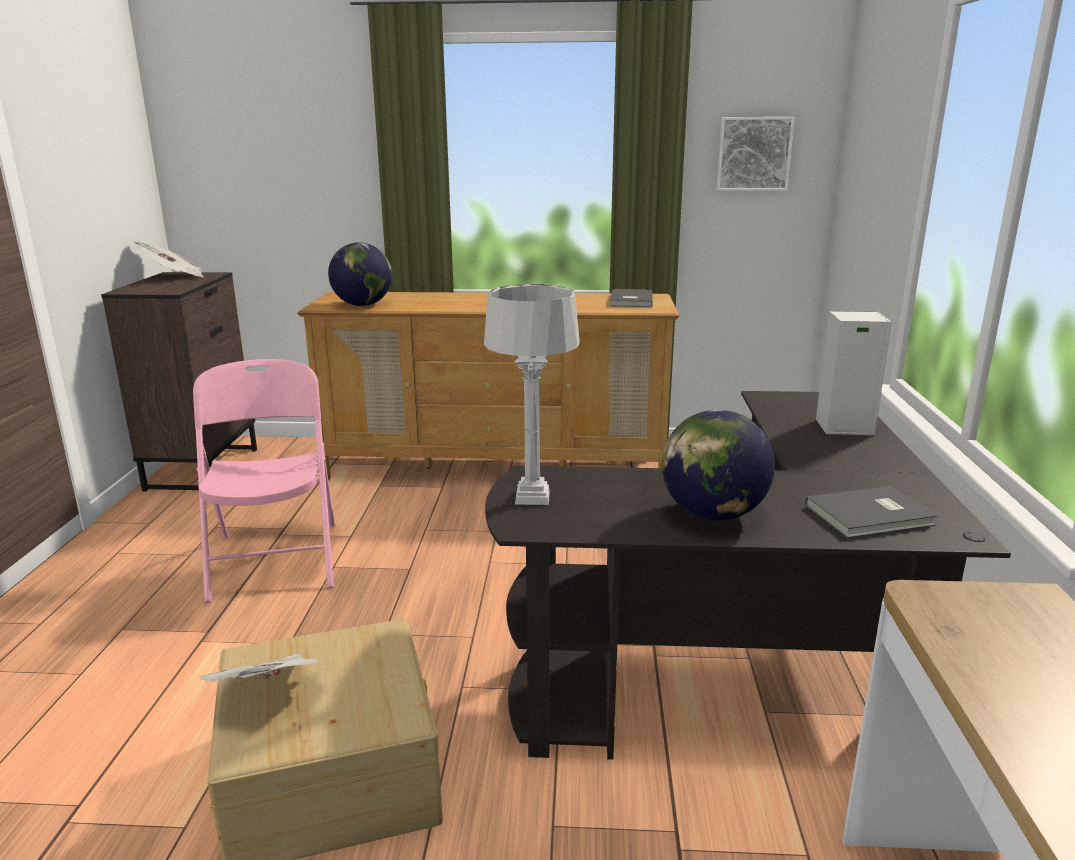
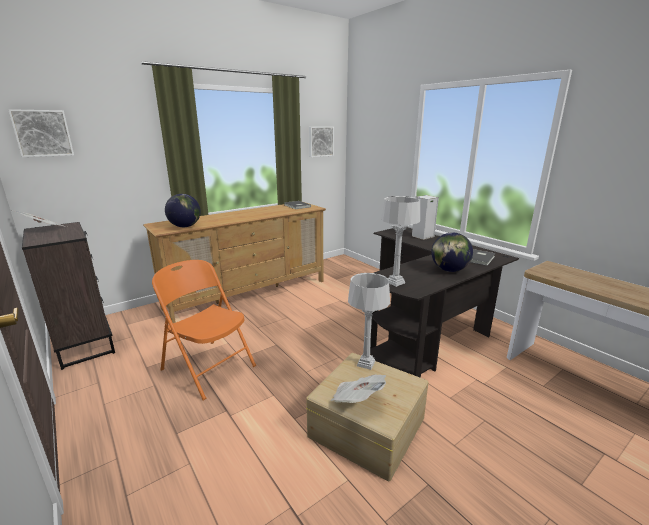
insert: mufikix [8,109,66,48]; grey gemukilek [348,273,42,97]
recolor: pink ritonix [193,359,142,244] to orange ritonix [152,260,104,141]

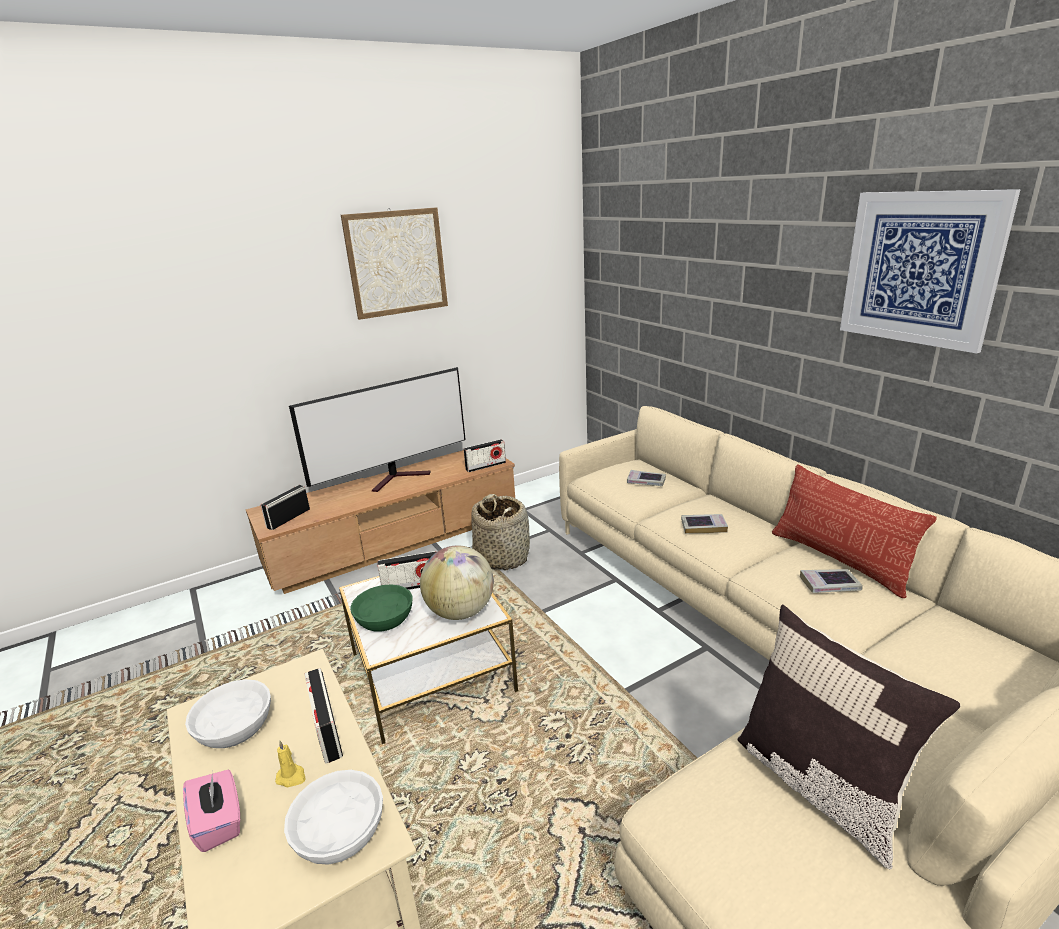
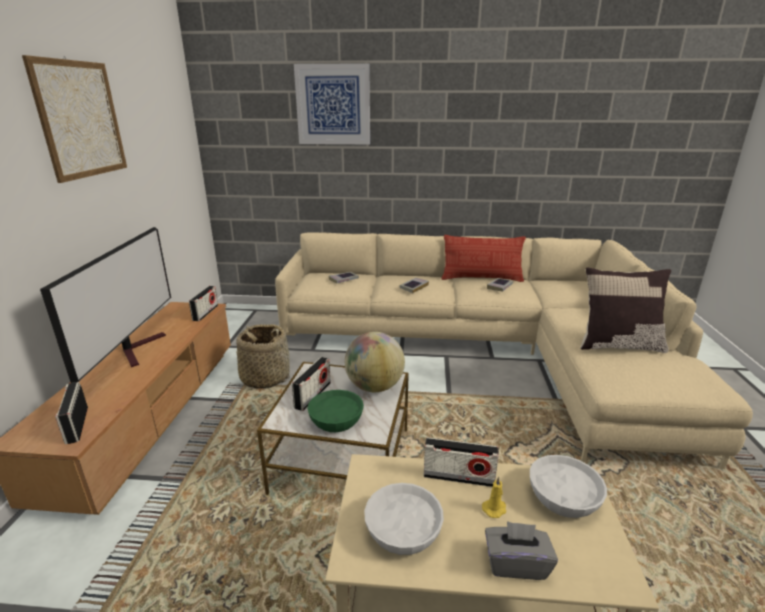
move: mufikix [840,189,181,164] to [294,63,76,81]
recolor: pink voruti [183,770,57,82] to grey voruti [485,521,73,59]

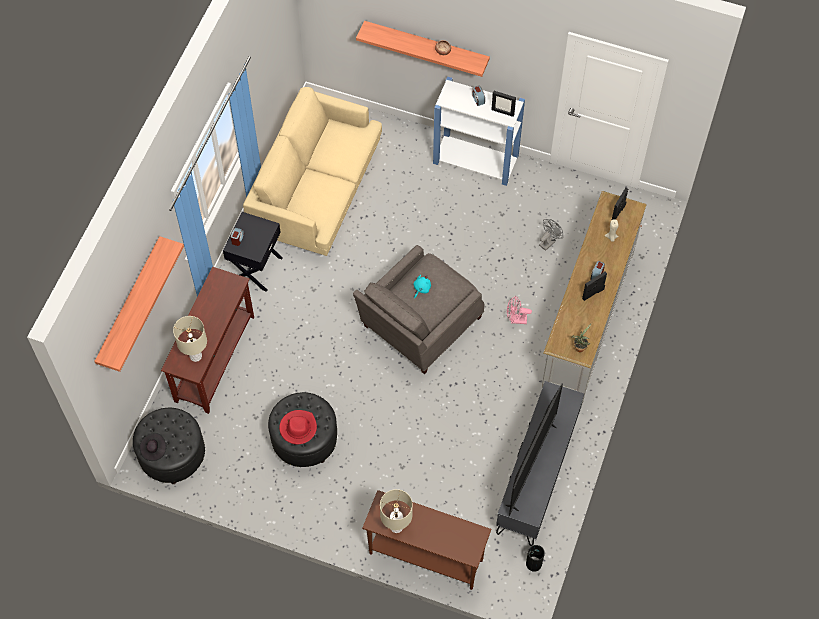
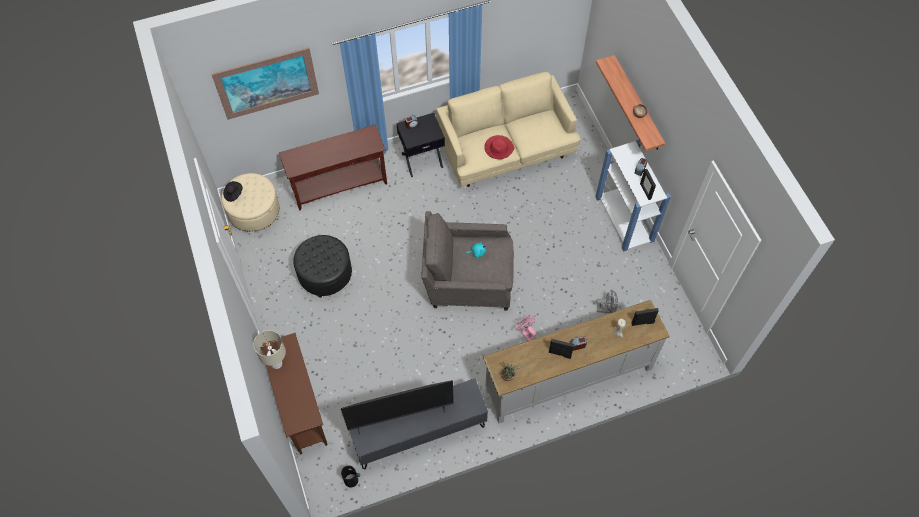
delete: beige gemukilek [173,316,34,46]
move: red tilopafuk [279,410,38,34] to [484,135,31,24]
replace: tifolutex [94,236,90,136] to mufikix [211,47,108,73]
recolor: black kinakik [133,408,72,76] to beige kinakik [221,173,58,59]

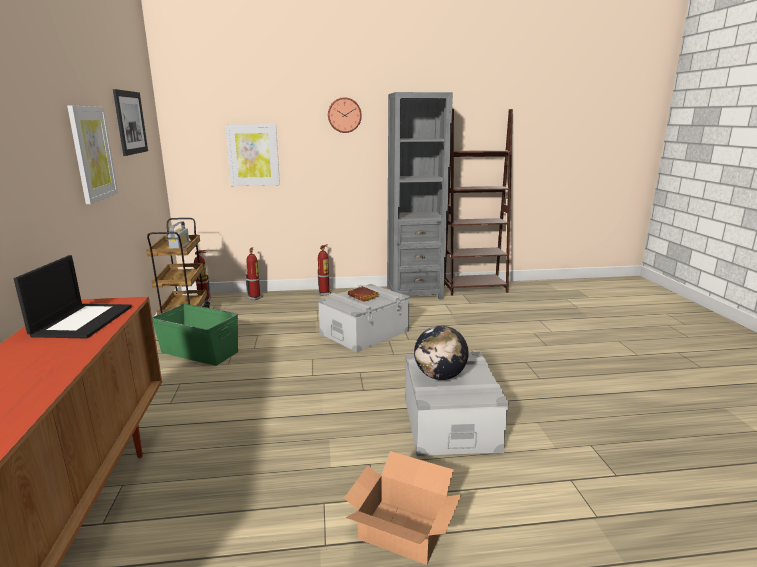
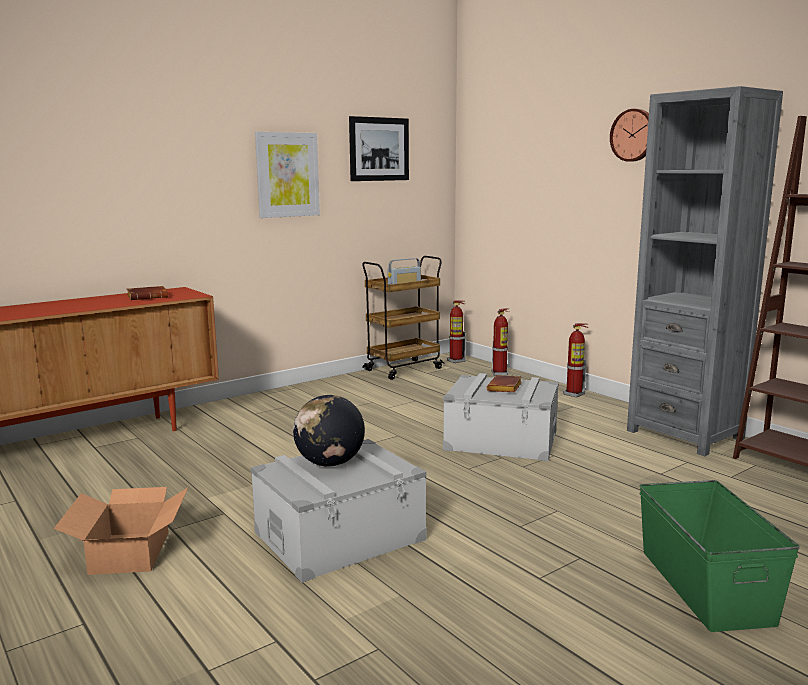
delete: mufikix [225,124,55,62]
move: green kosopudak [152,304,86,62] to [639,480,161,152]
replace: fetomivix [14,255,118,83] to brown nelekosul [127,286,41,14]

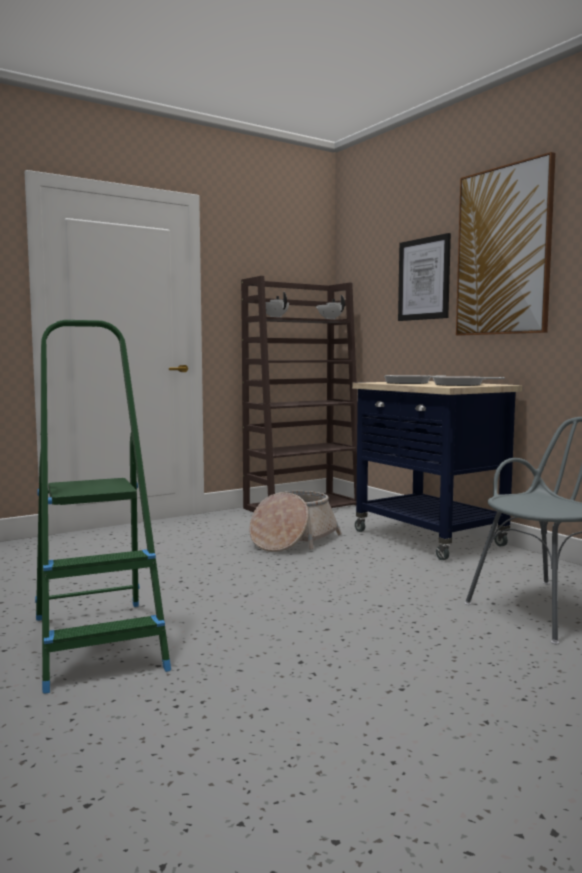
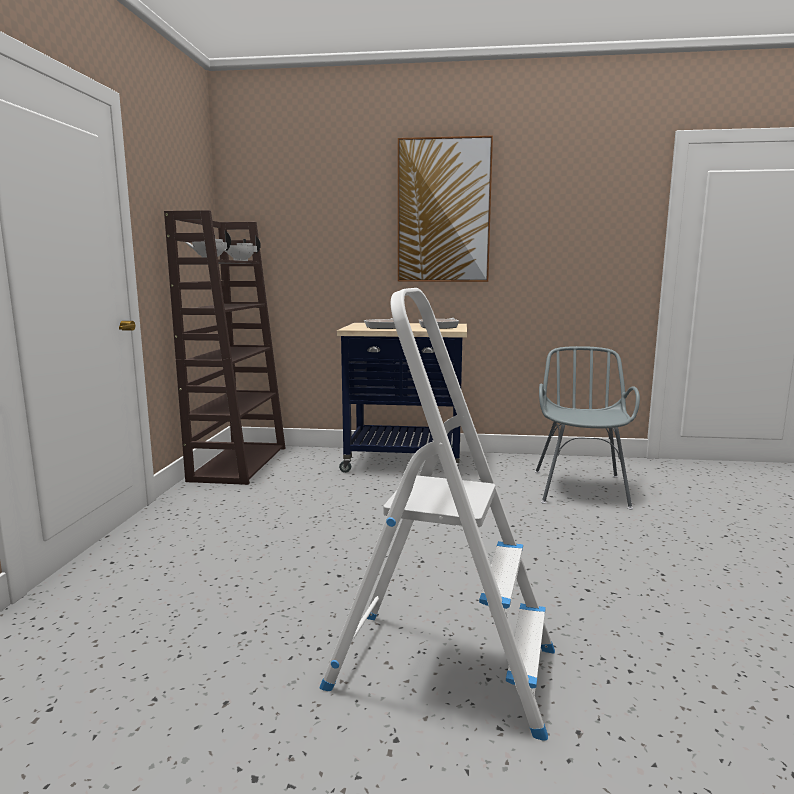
delete: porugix [249,491,93,61]; mufikix [398,233,53,88]
recolor: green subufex [35,320,136,374] to white subufex [320,288,235,453]

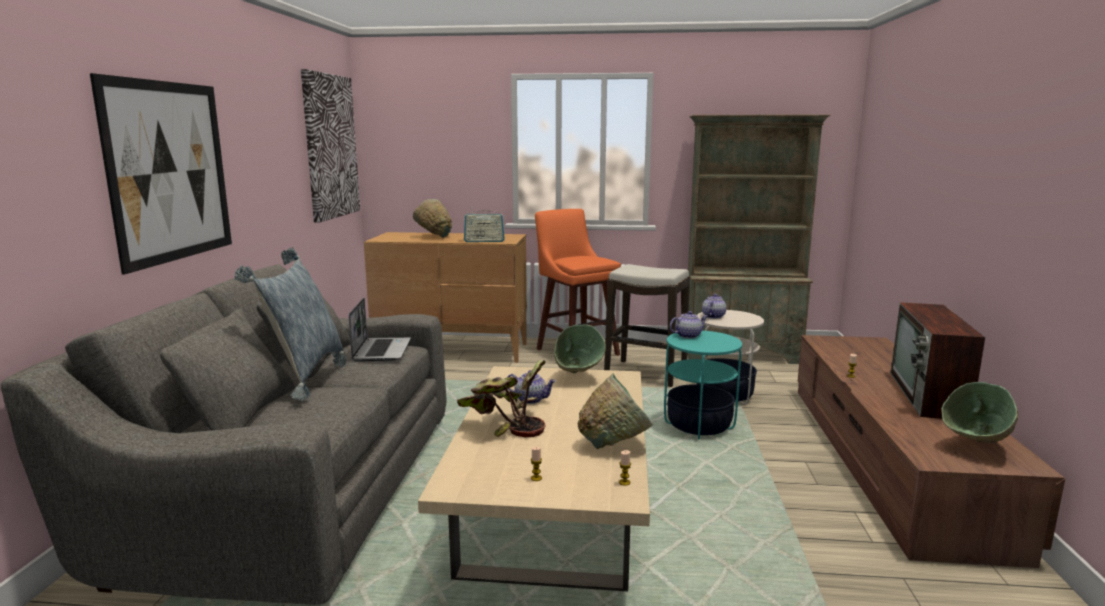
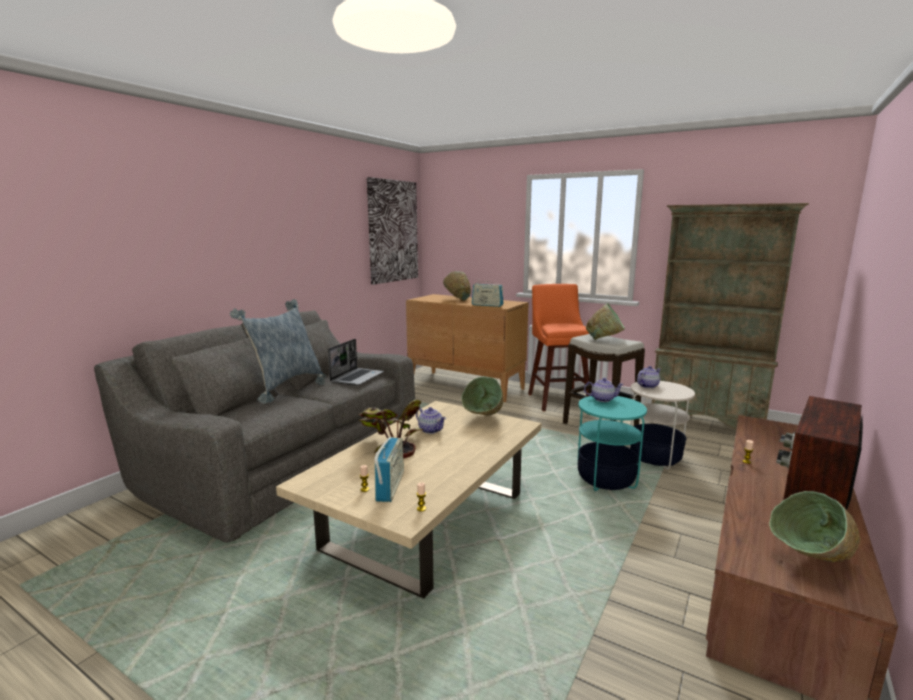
delete: mufikix [90,73,142,202]
insert: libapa [374,437,30,65]
move: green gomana [578,373,75,76] to [586,303,39,37]

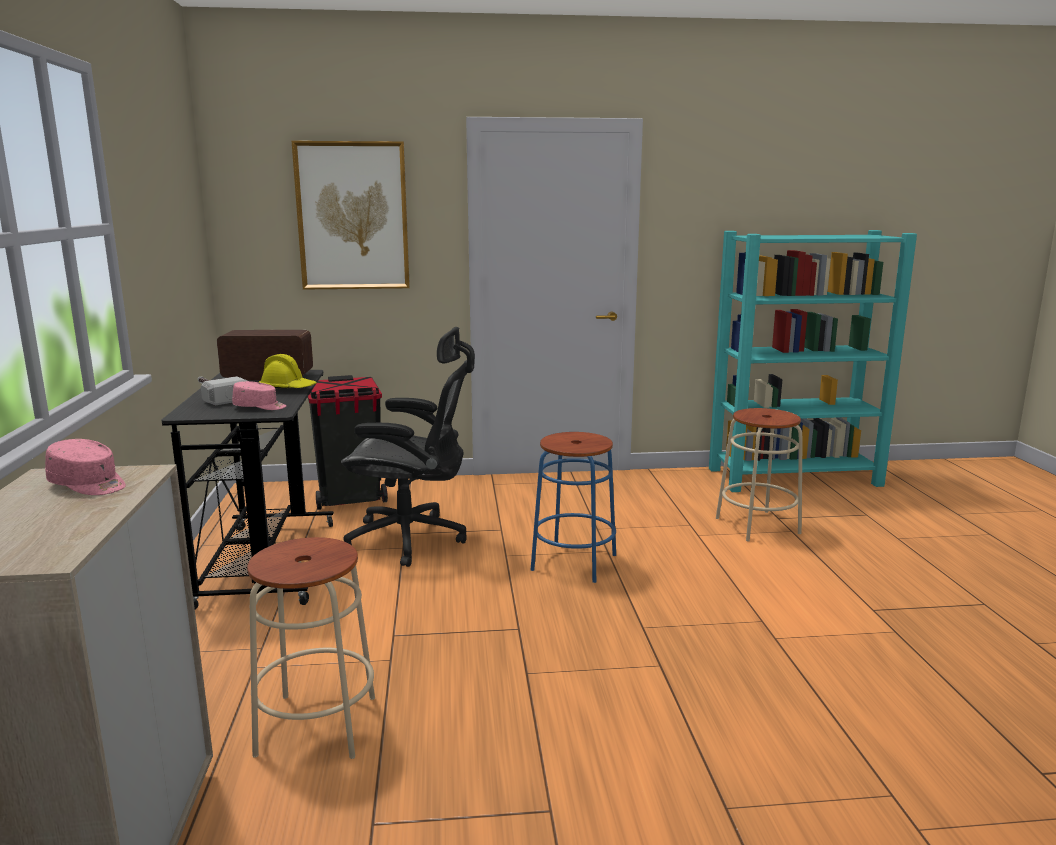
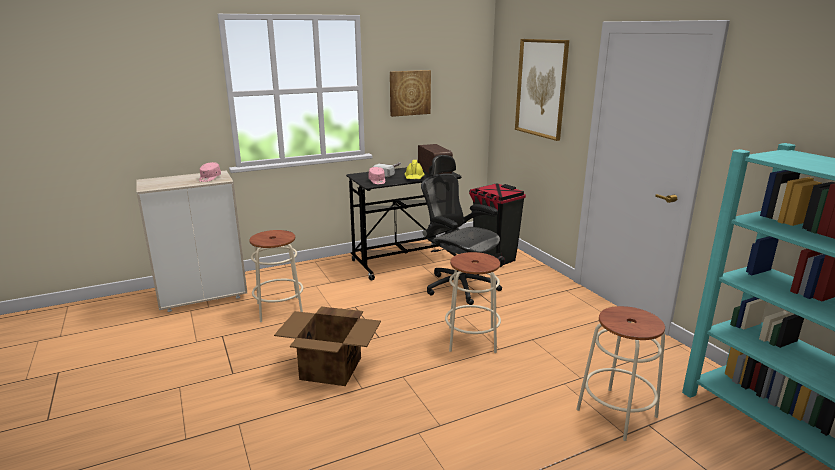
insert: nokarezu [274,307,107,79]; mufikix [390,70,41,47]
recolor: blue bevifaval [531,432,85,151] to beige bevifaval [445,252,56,101]
rotate: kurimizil [341,327,134,240] = [421,155,81,150] 150 degrees clockwise

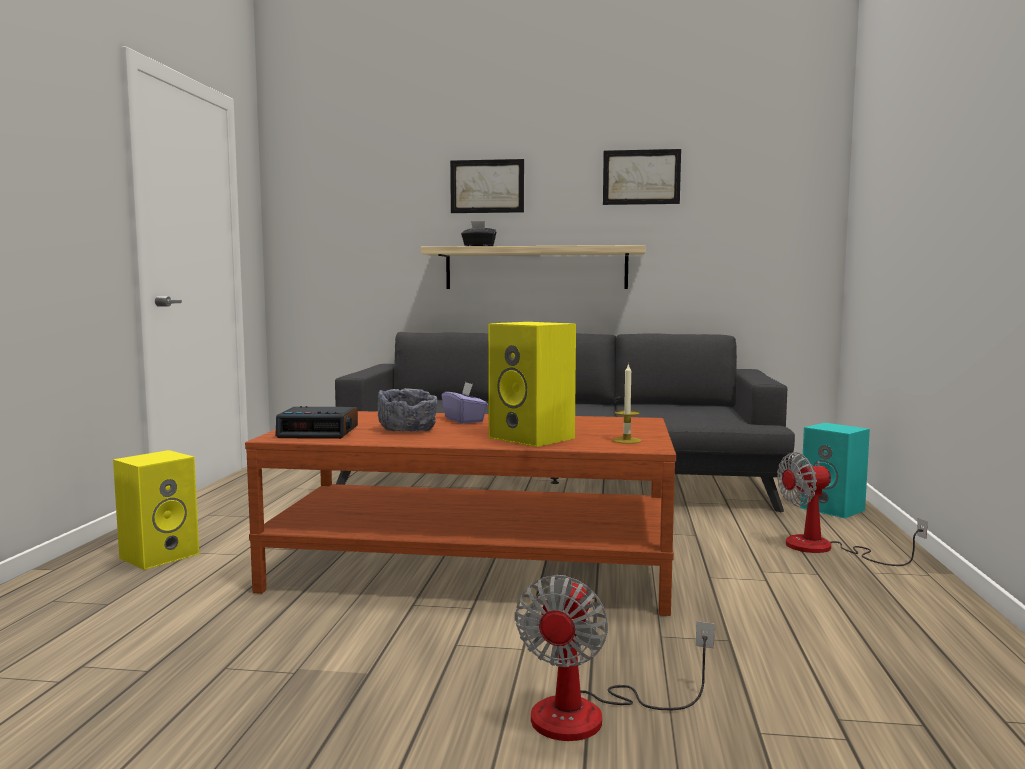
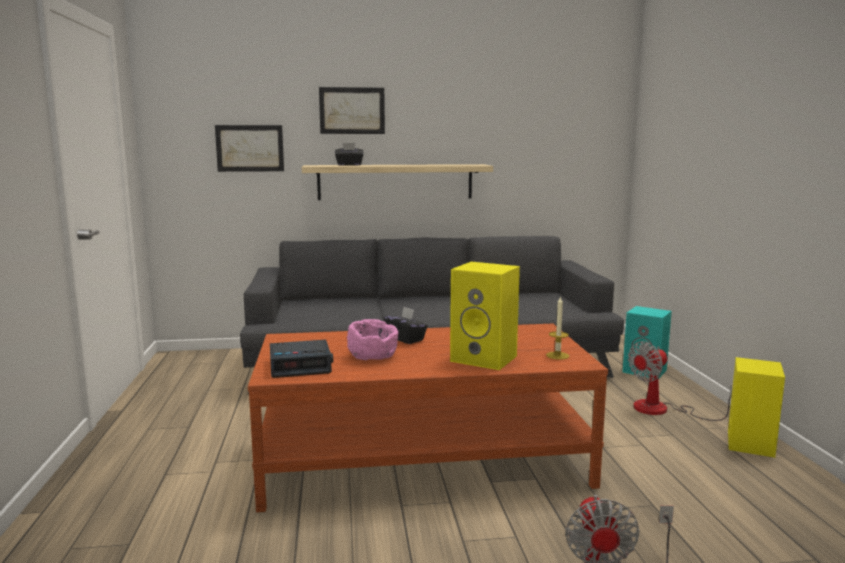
move: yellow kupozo [113,450,86,120] to [728,357,57,101]; mufikix [603,149,78,56] to [215,125,69,47]
recolor: grey gomana [378,388,59,43] to pink gomana [347,319,51,42]; purple voruti [442,382,46,42] to black voruti [384,307,44,37]

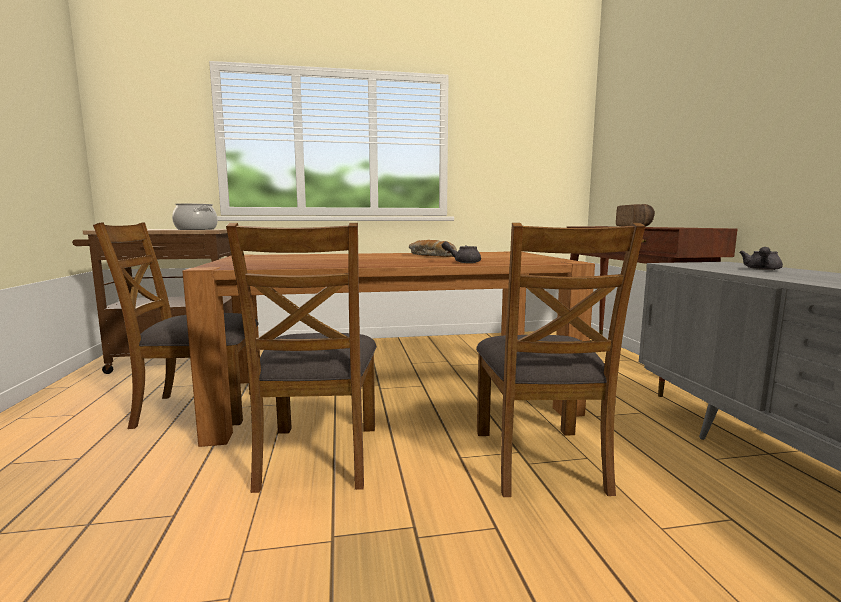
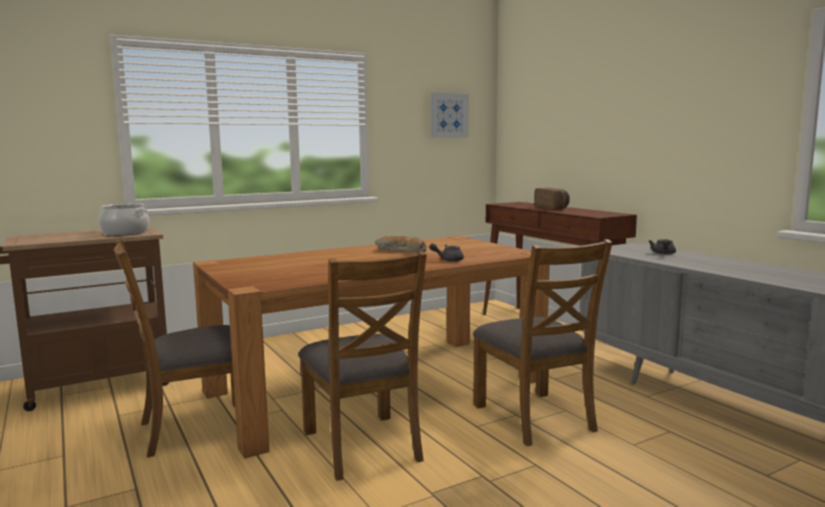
insert: mufikix [430,93,38,45]

